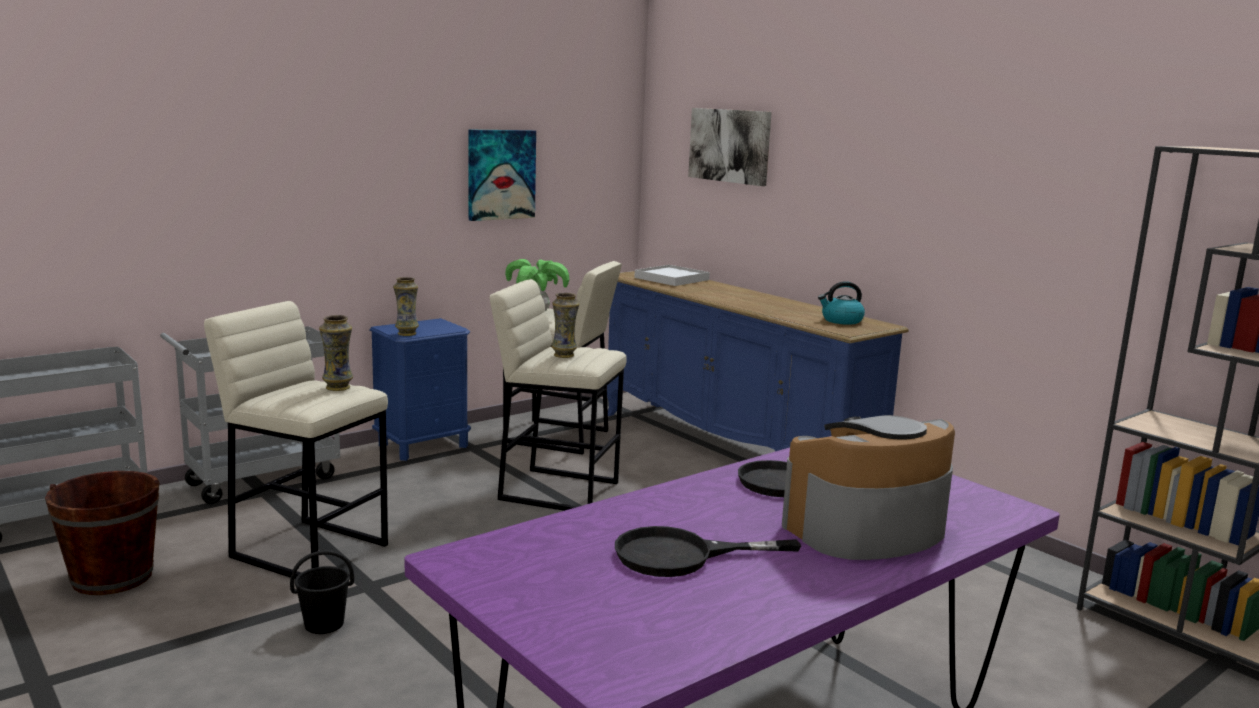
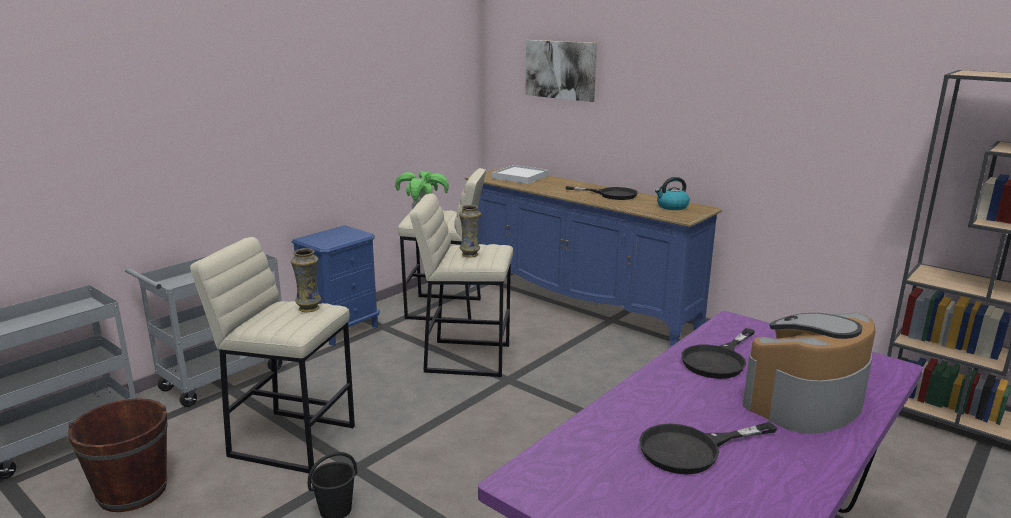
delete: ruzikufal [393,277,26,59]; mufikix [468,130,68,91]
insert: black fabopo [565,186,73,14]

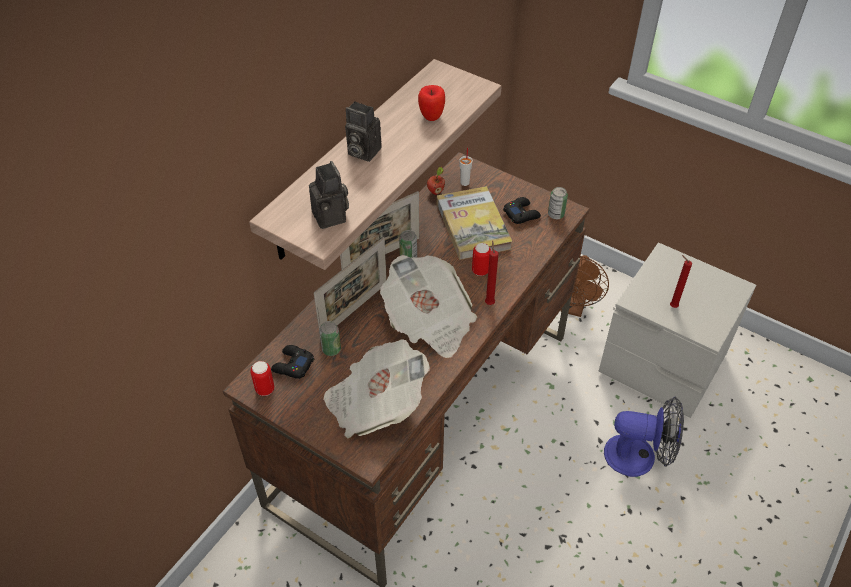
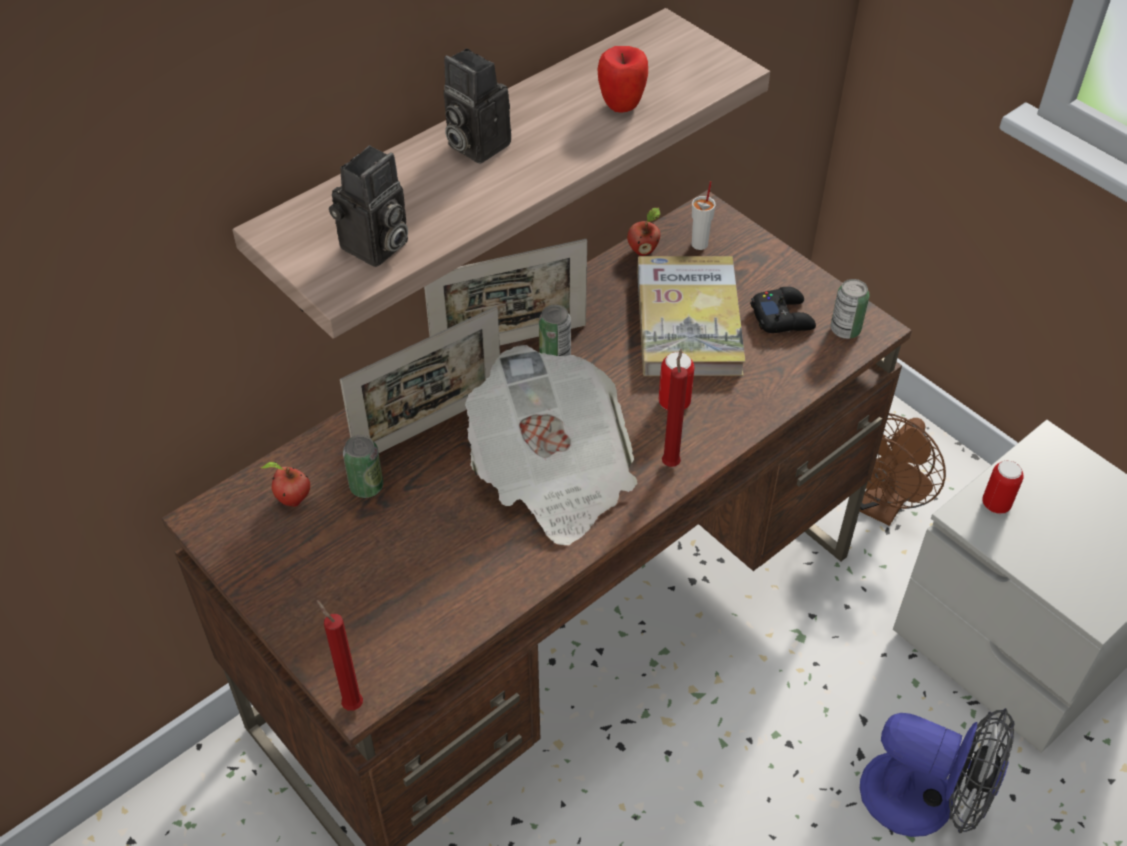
delete: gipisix [323,339,107,99]
move: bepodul [250,361,24,35] to [982,461,42,53]; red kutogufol [670,255,22,53] to [316,600,47,111]
replace: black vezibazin [271,345,43,34] to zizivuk [261,462,49,45]
rotate: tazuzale [309,161,40,68] = [329,146,79,121] 45 degrees clockwise

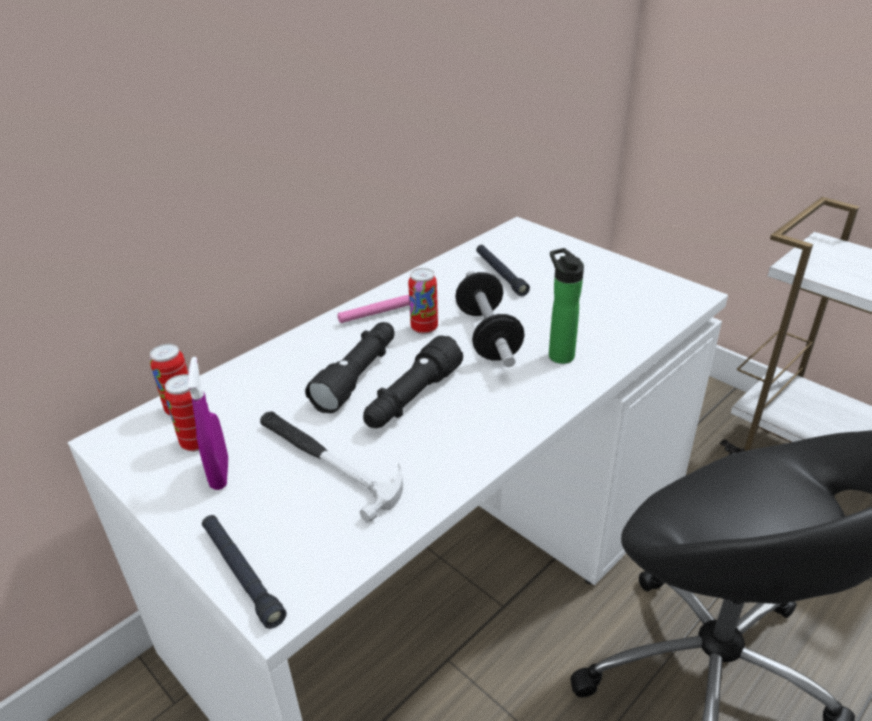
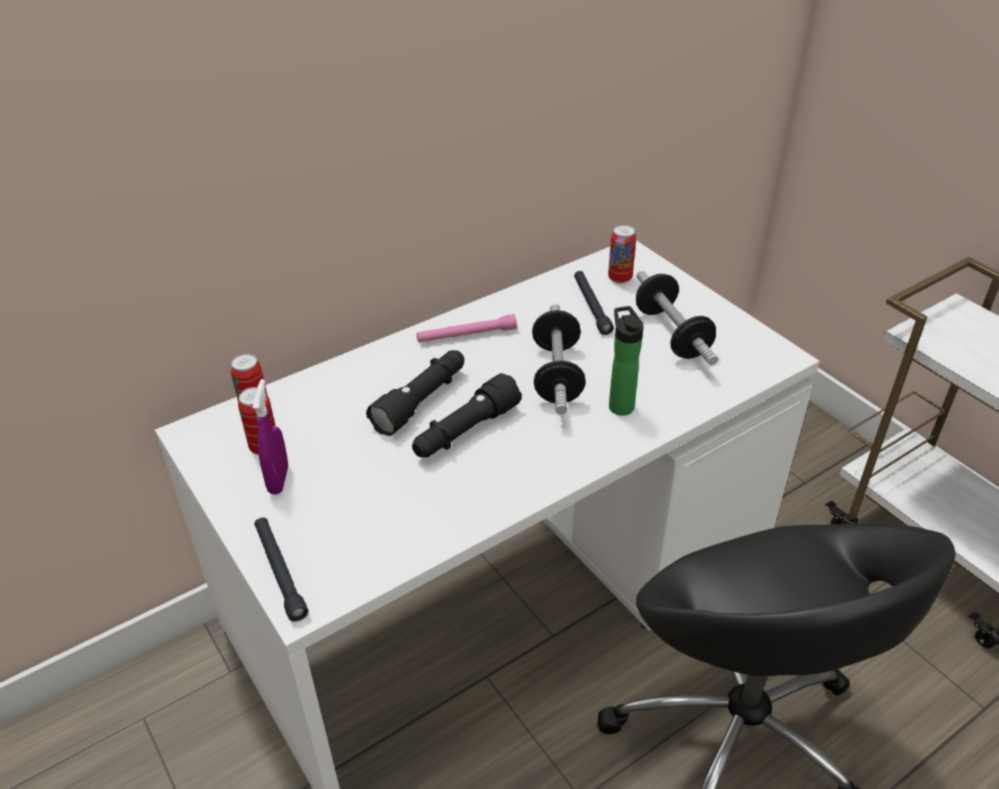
delete: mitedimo [260,411,143,112]
insert: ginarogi [636,271,82,94]
move: bepodul [408,268,30,66] to [608,225,28,59]

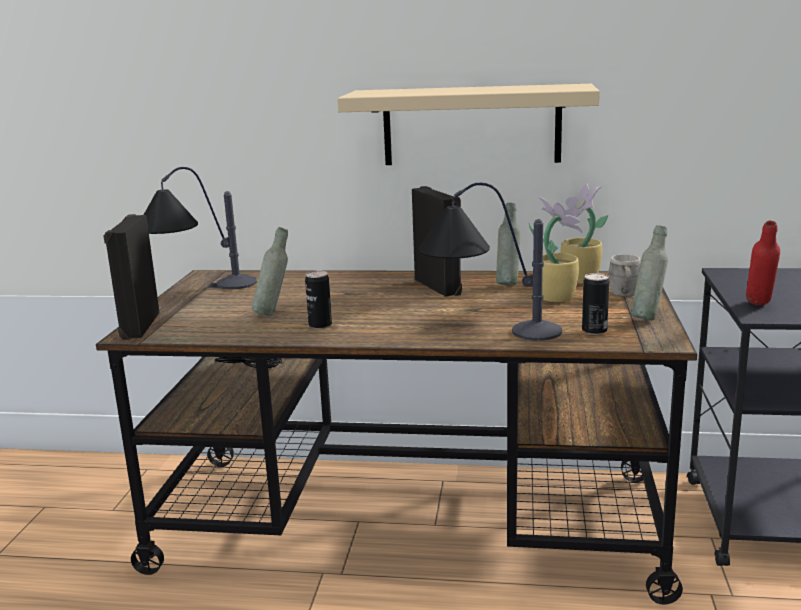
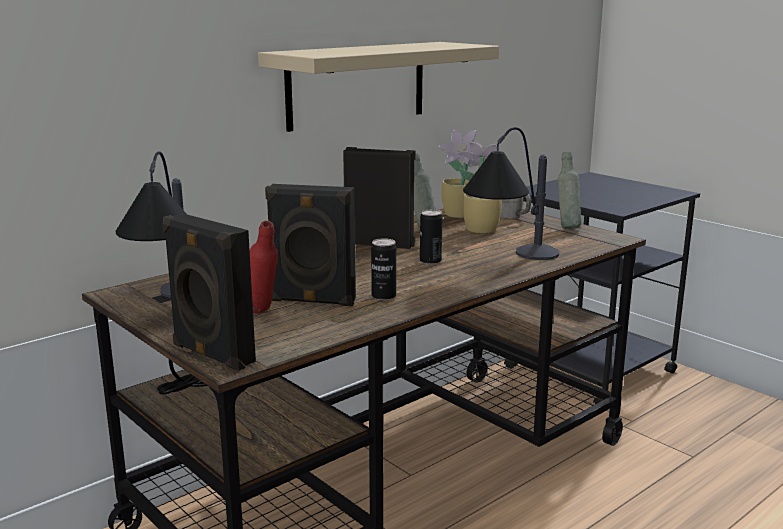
move: bepodul [582,273,27,62] to [420,210,22,54]; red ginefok [746,221,34,84] to [250,221,28,93]
replace: grey ginefok [252,227,36,89] to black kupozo [265,184,91,122]

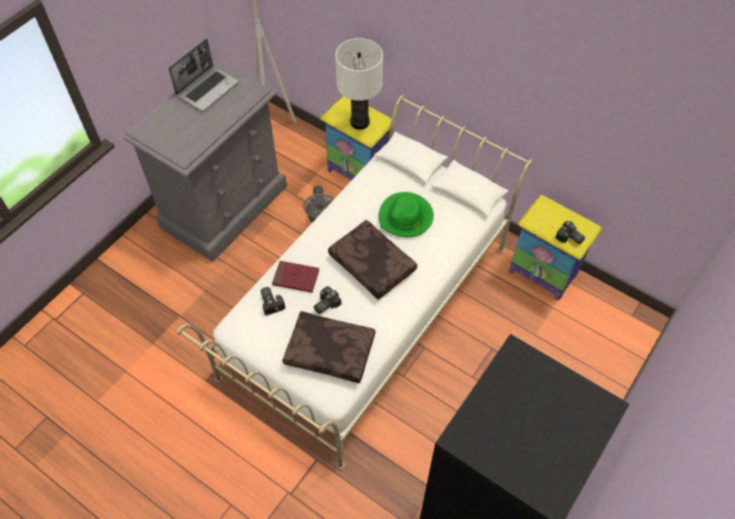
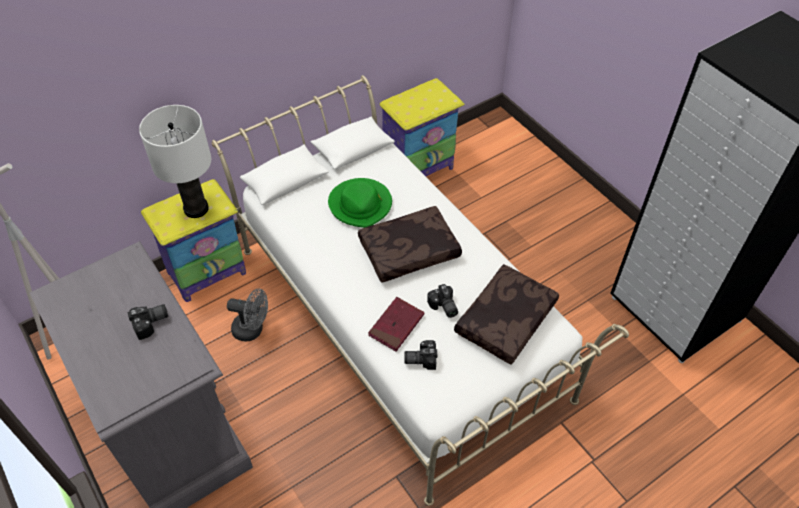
delete: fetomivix [169,39,70,72]
move: tazuzale [555,221,30,23] to [128,304,40,36]

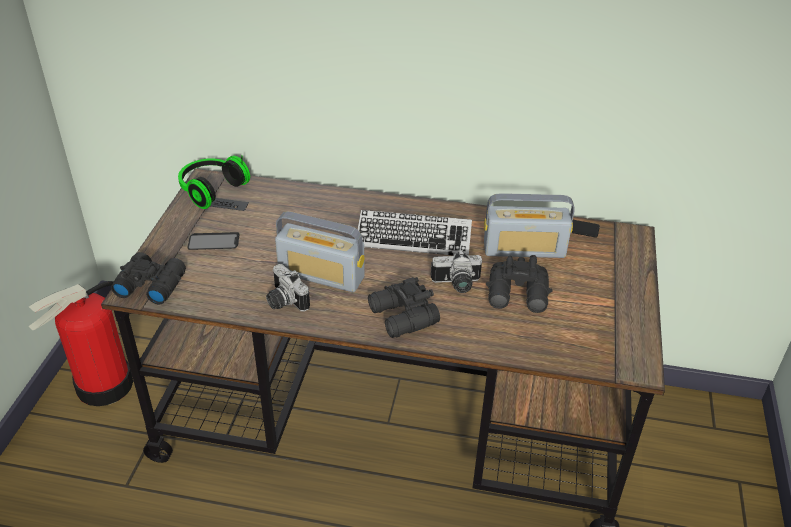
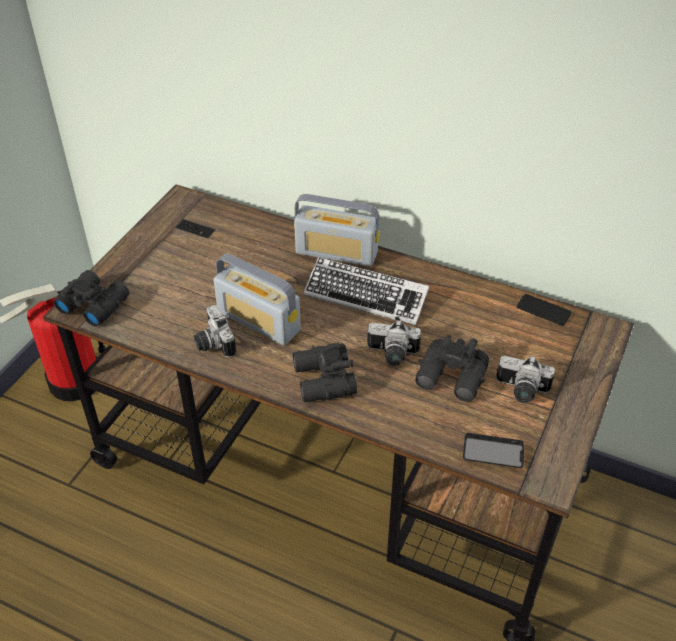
delete: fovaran [178,156,72,53]
insert: tazuzale [496,356,59,47]
move: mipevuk [188,232,52,18] to [463,433,61,35]; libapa [484,193,90,65] to [294,194,86,73]

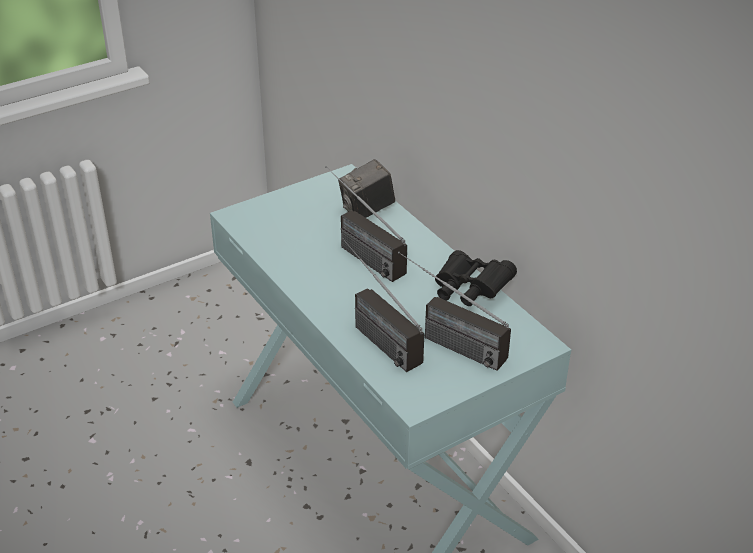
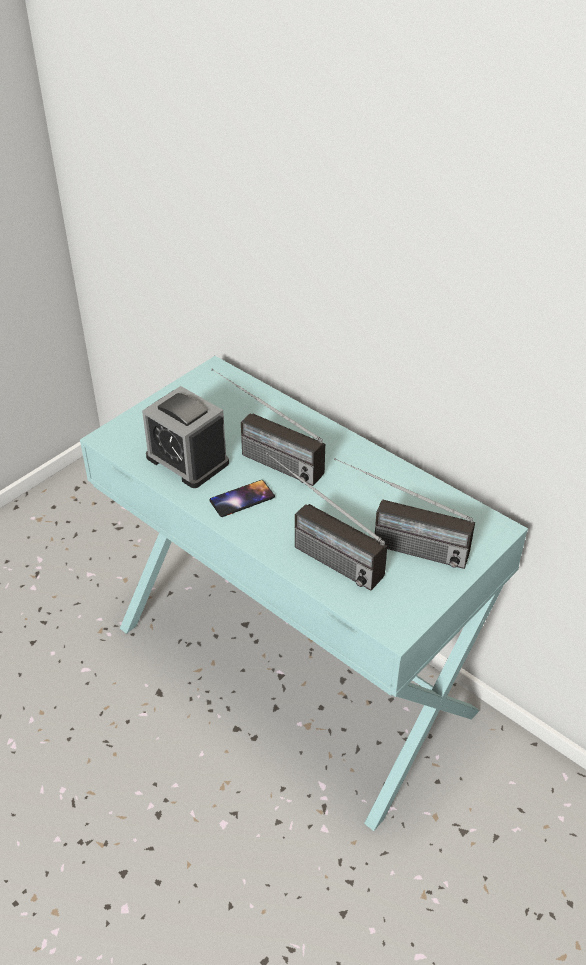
delete: tazuzale [338,159,57,59]; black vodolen [435,250,82,56]
insert: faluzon [142,386,87,102]; mipevuk [209,480,66,37]

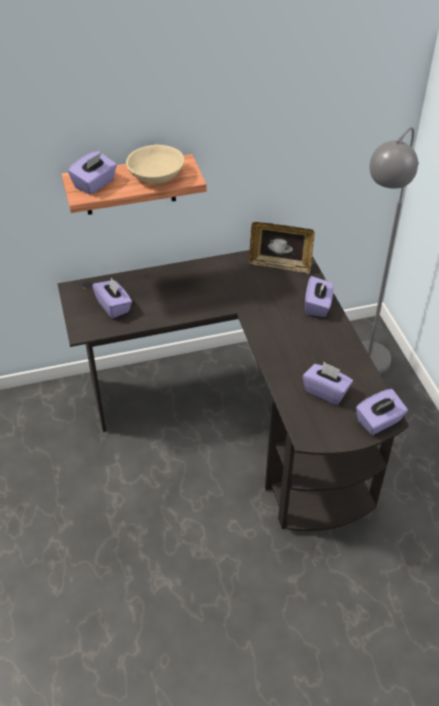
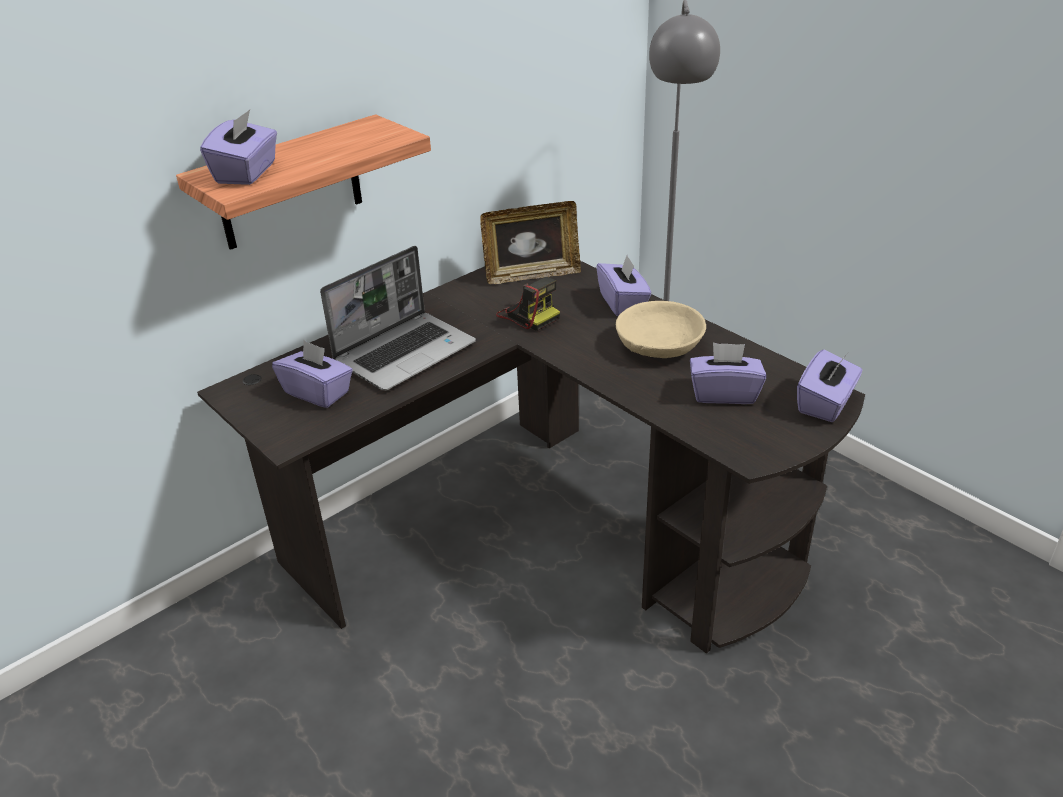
insert: fetomivix [320,246,156,145]; tazuzale [496,277,64,54]
move: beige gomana [126,145,59,39] to [616,301,90,57]

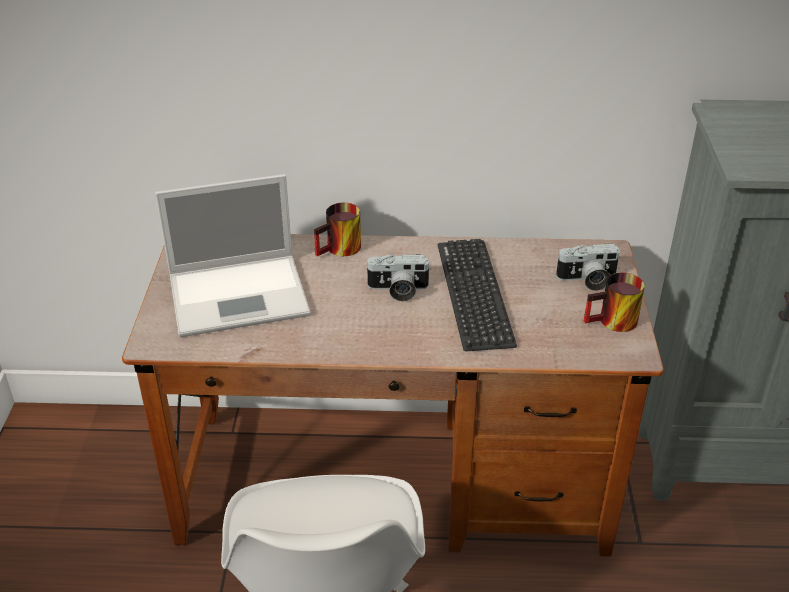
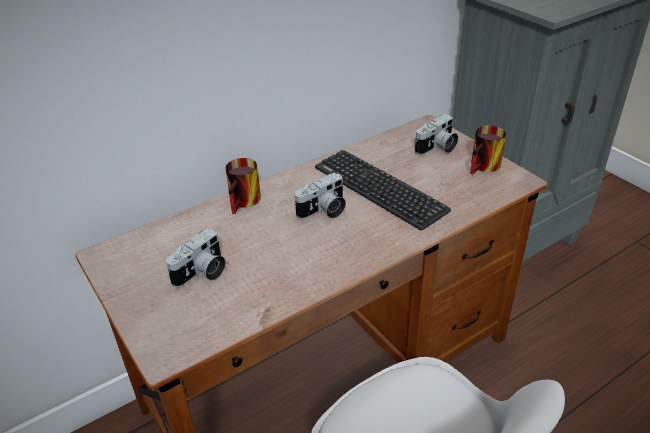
replace: fetomivix [155,174,156,163] to tazuzale [166,228,60,59]

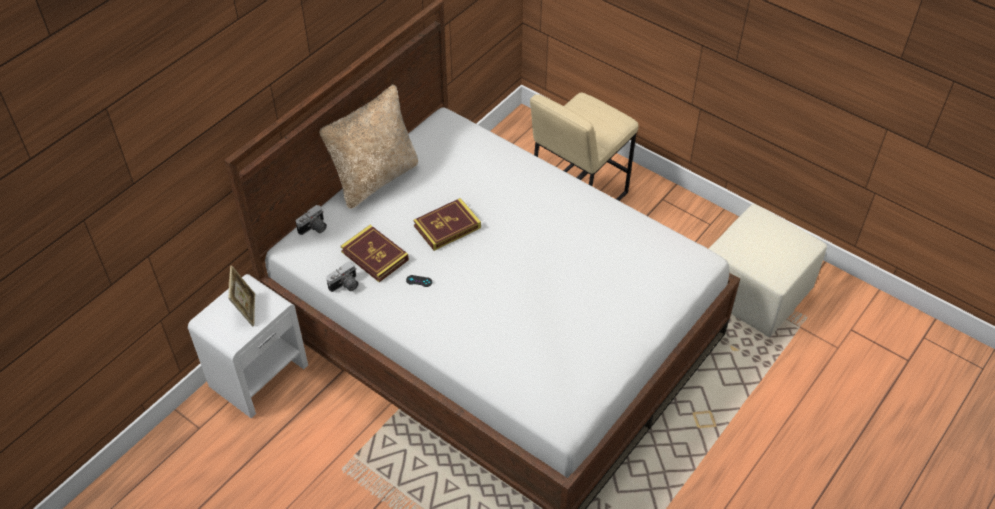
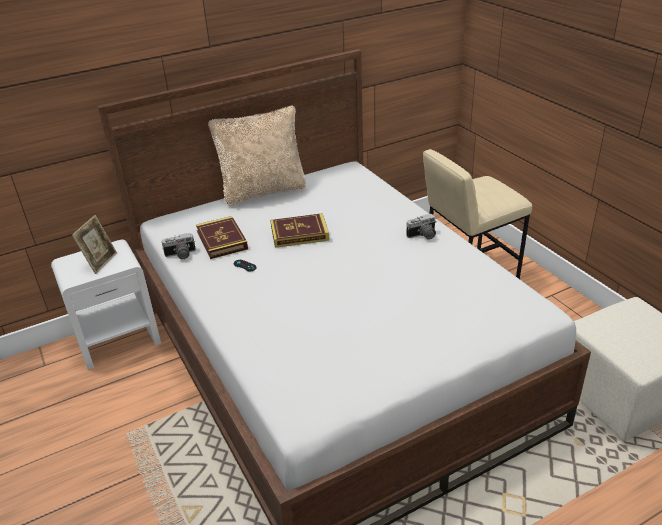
move: tazuzale [296,205,31,30] to [406,214,31,25]

